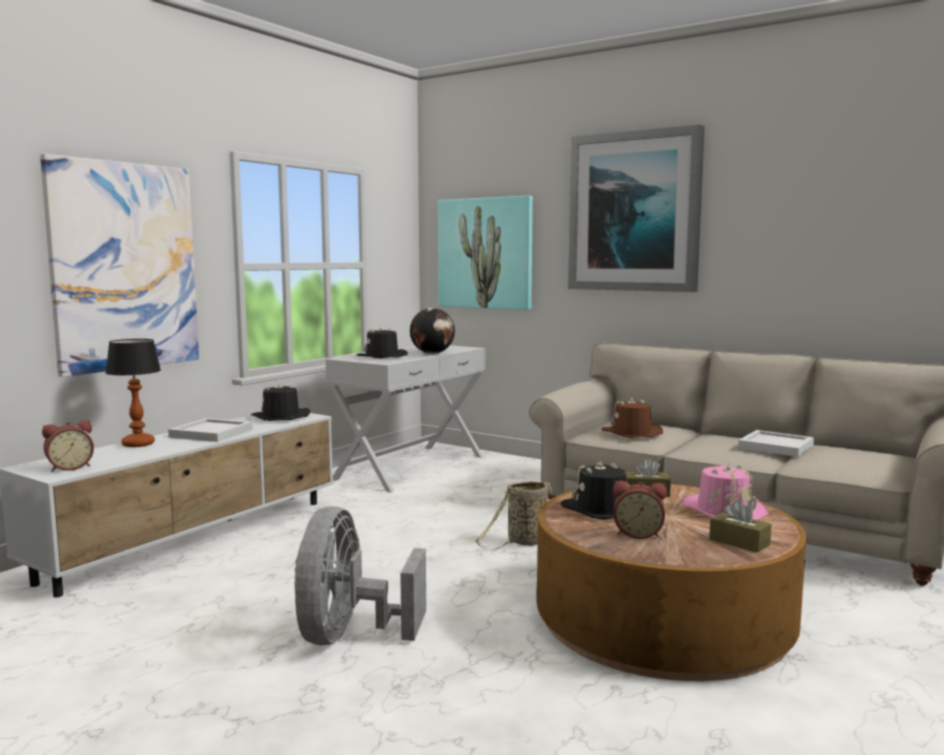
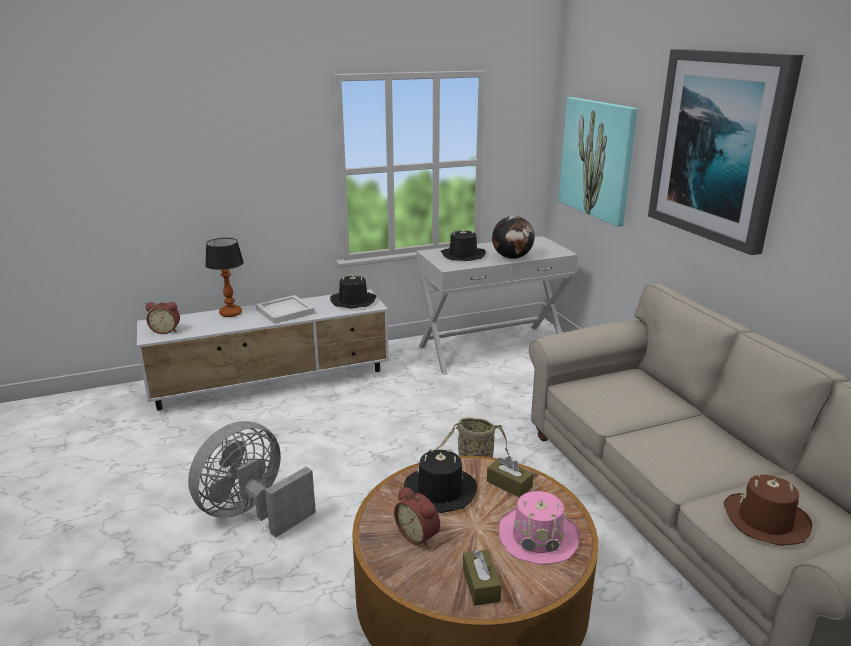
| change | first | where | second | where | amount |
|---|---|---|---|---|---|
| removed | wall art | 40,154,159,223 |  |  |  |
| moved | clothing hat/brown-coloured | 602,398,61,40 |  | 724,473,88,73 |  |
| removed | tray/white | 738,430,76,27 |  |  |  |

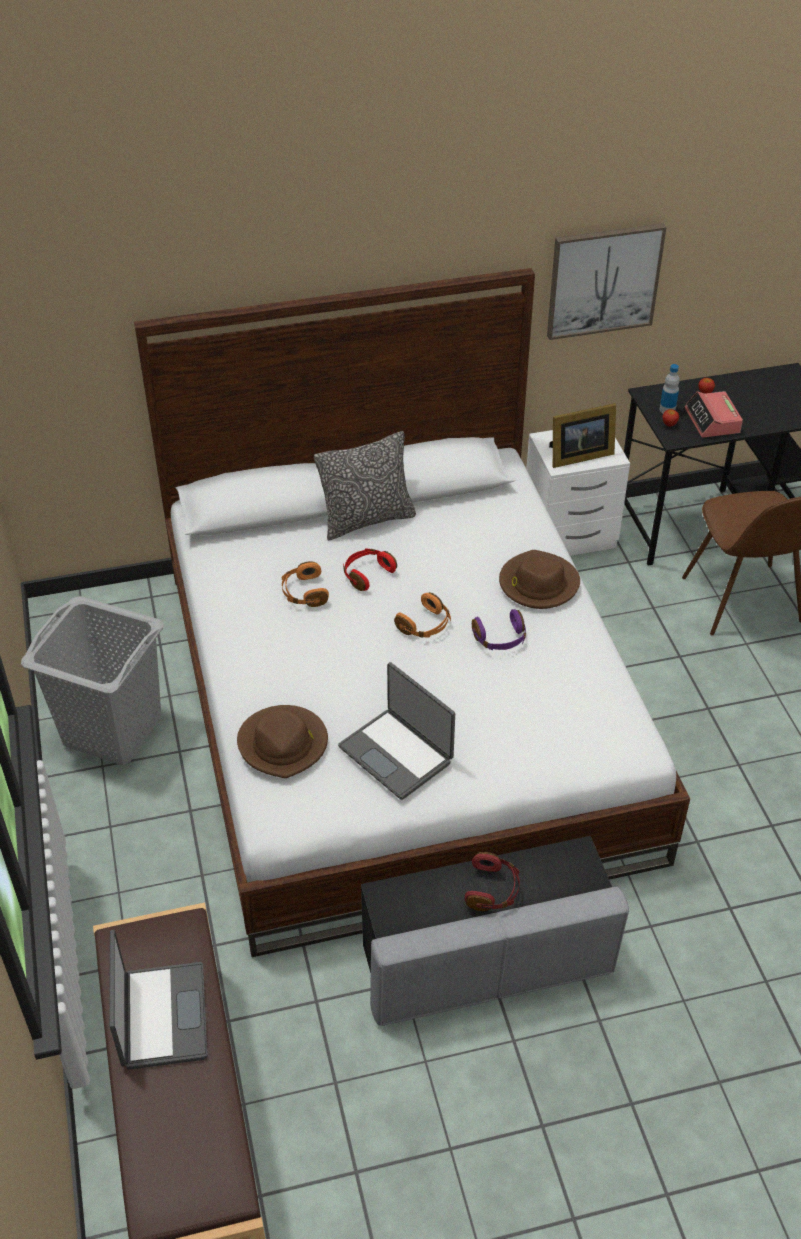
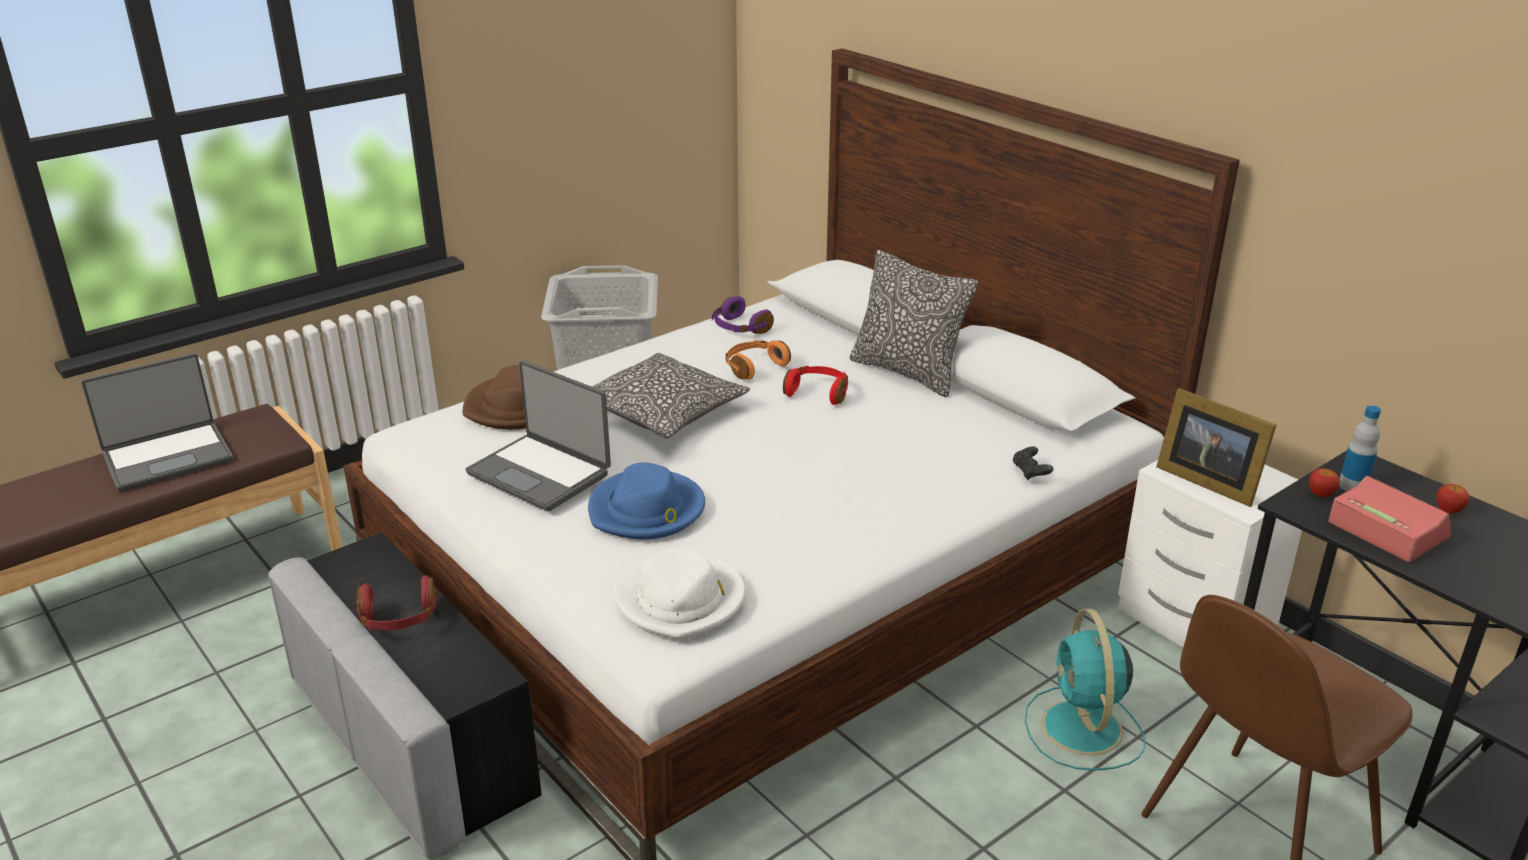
| change | first | where | second | where | amount |
|---|---|---|---|---|---|
| removed | wall art | 547,223,119,117 |  |  |  |
| turned | table clock | 685,391,58,47 |  | 1329,476,122,86 | 90 degrees clockwise |
| removed | clothing hat/brown-coloured | 499,550,81,59 |  |  |  |
| removed | headphones/orange-coloured | 394,592,57,45 |  |  |  |
| moved | headphones/purple-coloured | 472,609,54,41 |  | 712,296,62,38 |  |
| turned | portable computer | 338,662,117,138 |  | 465,360,146,152 | 75 degrees counterclockwise |
| added |  |  | throw pillow | 592,353,158,85 |  |
| added |  |  | game controller/black | 1013,446,40,34 |  |
| added |  |  | clothing hat/blue | 588,463,117,77 |  |
| added |  |  | clothing hat/white | 614,548,131,91 |  |
| added |  |  | fan/turquoise-coloured | 1025,609,120,162 |  |

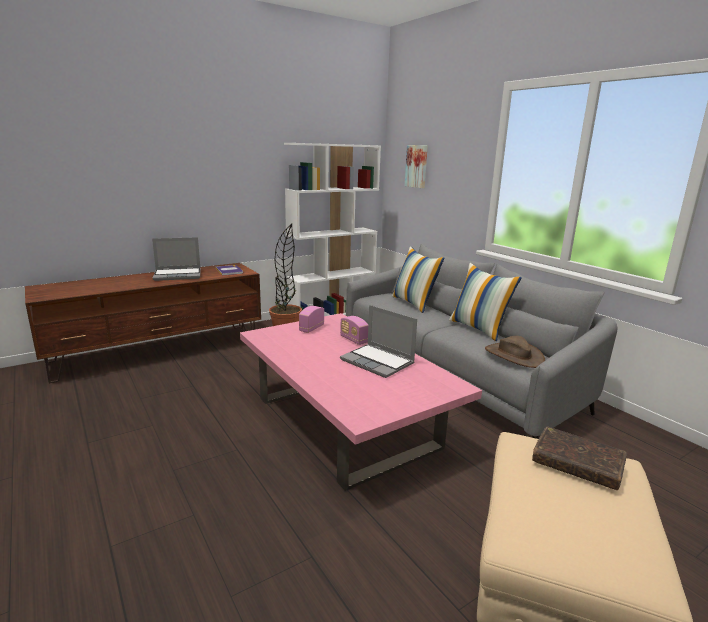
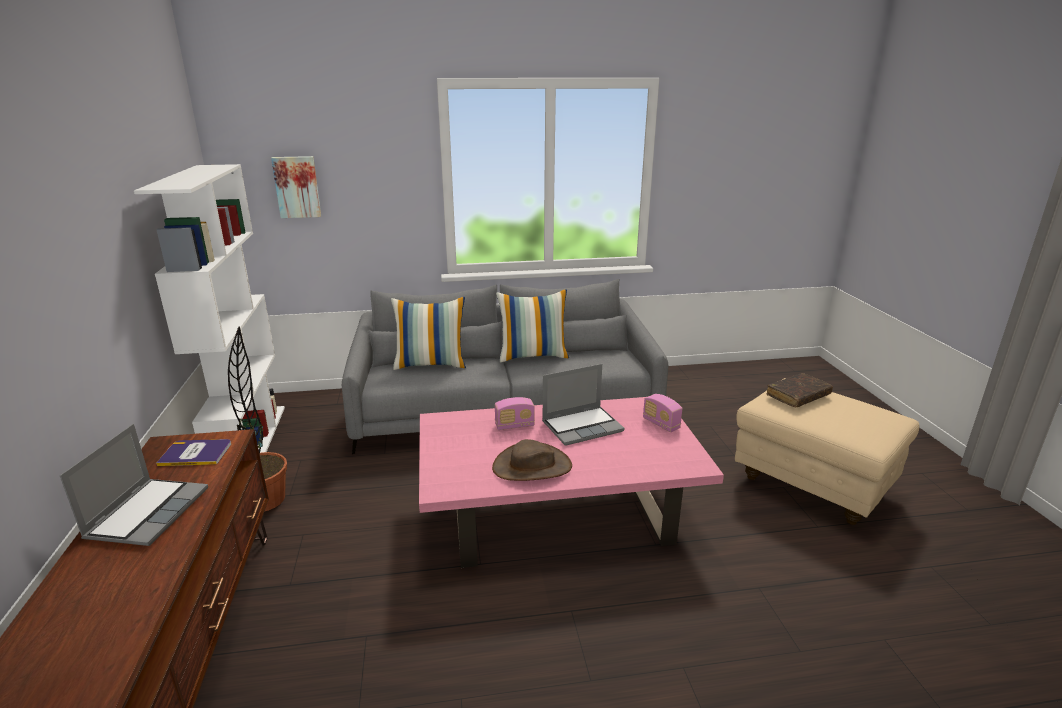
| change | first | where | second | where | amount |
|---|---|---|---|---|---|
| moved | radio set | 299,306,25,27 |  | 643,394,39,38 |  |
| moved | clothing hat/brown-coloured | 485,336,60,32 |  | 492,439,80,42 |  |

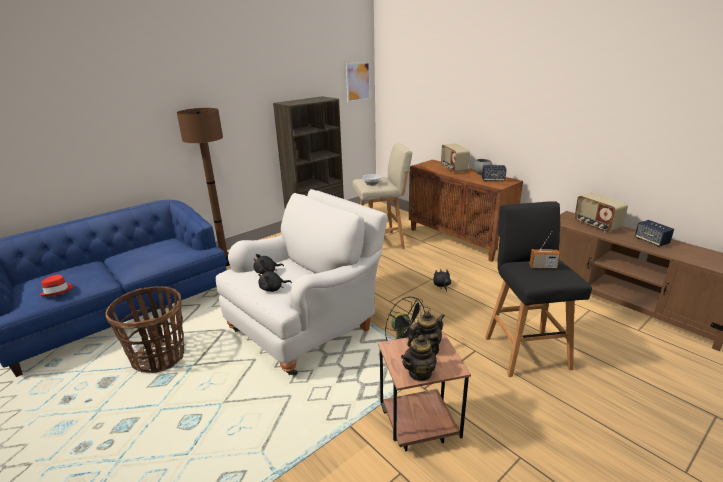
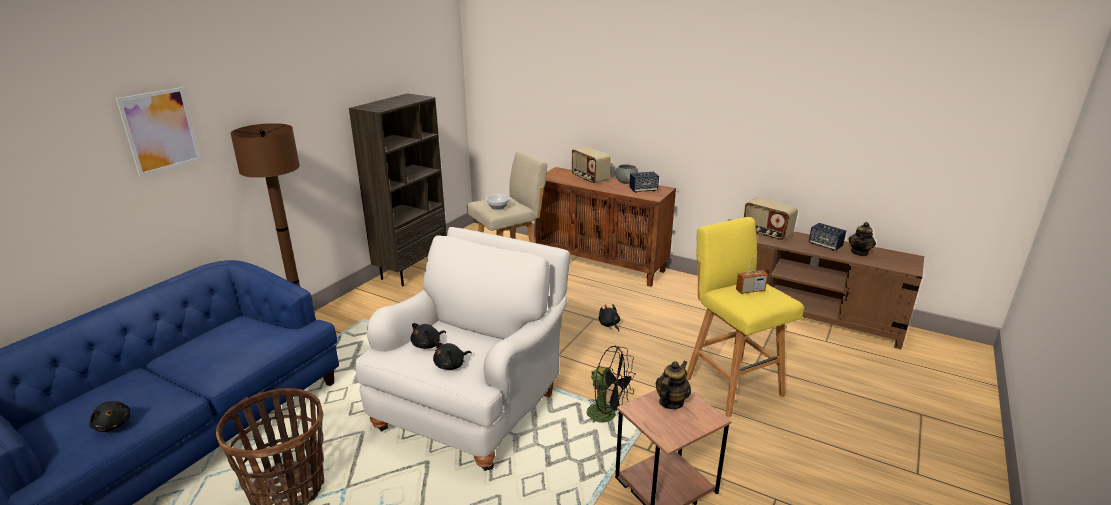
| change | first | where | second | where | amount |
|---|---|---|---|---|---|
| moved | wall art | 346,61,25,42 |  | 116,87,85,90 |  |
| recoloured | sitting stool/black | 485,201,107,176 | sitting stool/yellow | 686,217,118,200 |  |
| replaced | clothing hat/reddish | 40,275,33,22 | cuddly toy/black | 89,401,41,31 |  |
| moved | teapot | 401,334,38,48 |  | 849,222,27,34 |  |

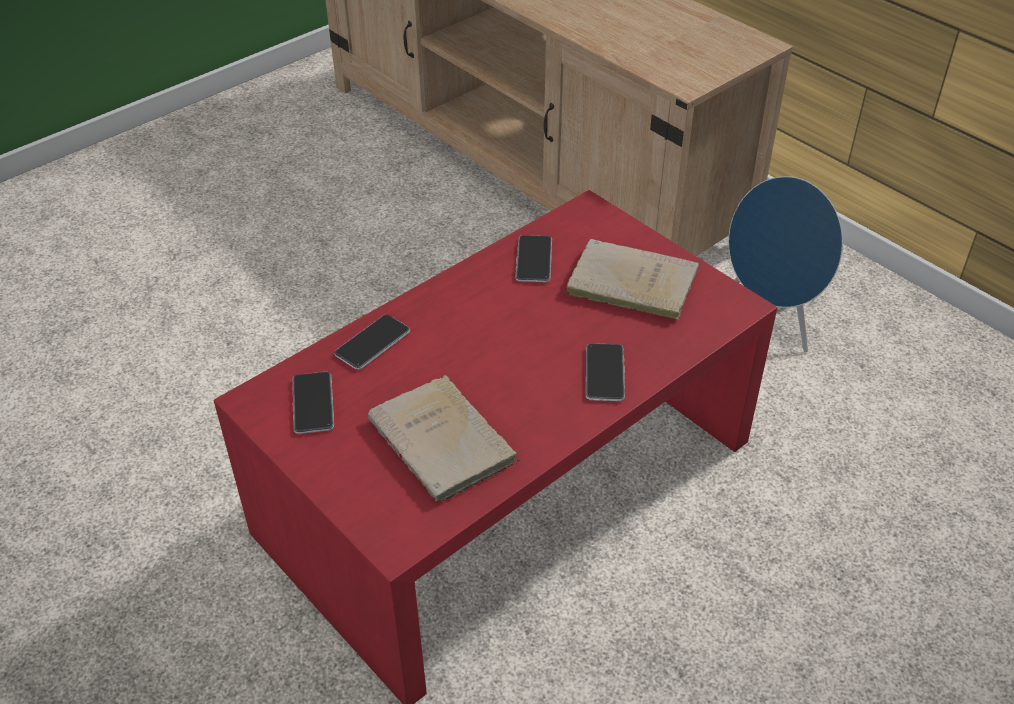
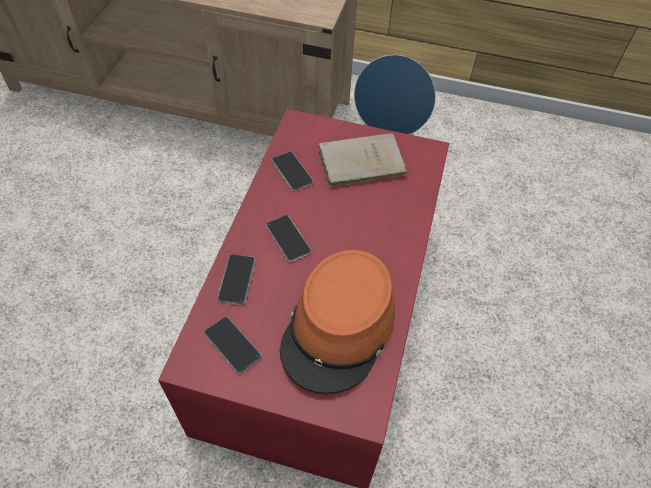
| change | first | where | second | where | amount |
|---|---|---|---|---|---|
| moved | phone | 586,343,39,58 |  | 266,215,45,47 |  |
| replaced | bound book/beige-coloured | 368,375,152,127 | clothing hat/orange-coloured | 280,250,115,144 |  |

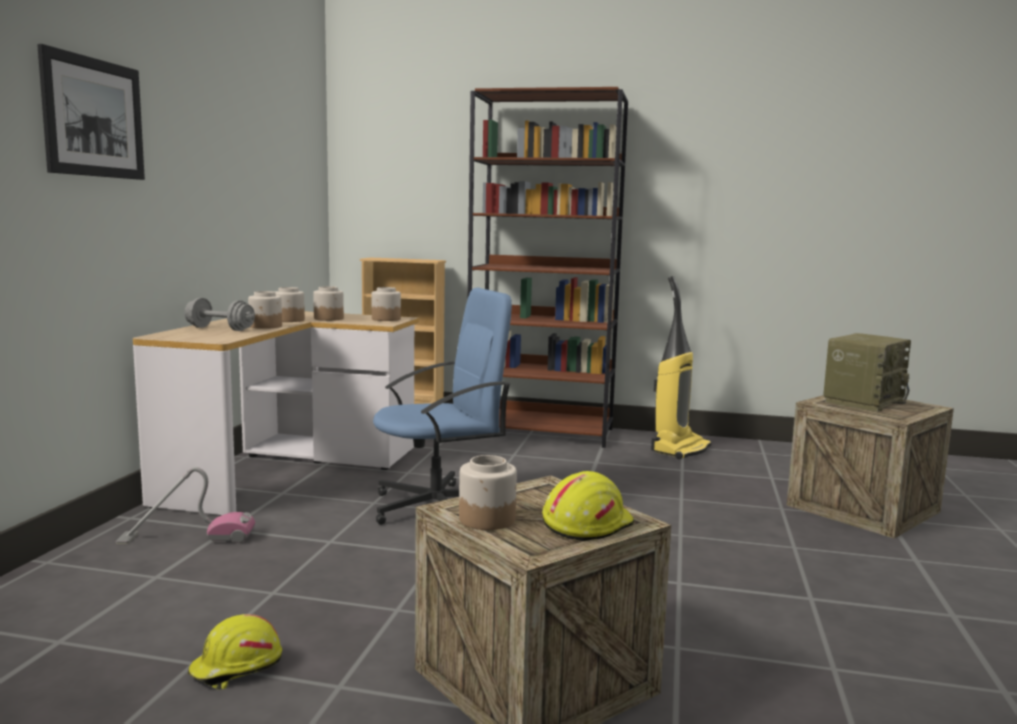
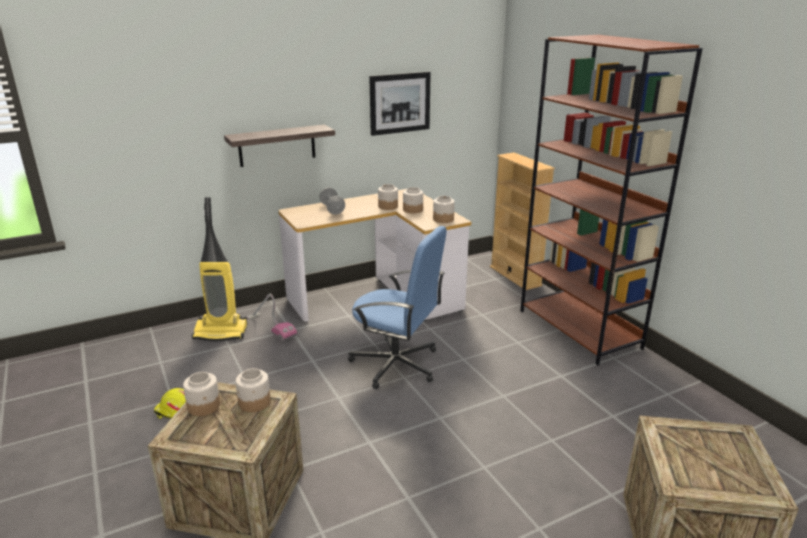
| change | first | where | second | where | amount |
|---|---|---|---|---|---|
| moved | wall art | 37,44,108,136 |  | 369,72,62,64 |  |
| moved | hoover | 651,276,60,183 |  | 192,197,55,144 |  |
| moved | storage jar | 248,291,34,38 |  | 235,368,36,44 |  |
| removed | radio set | 823,333,88,79 |  |  |  |
| removed | work helmet/yellow | 542,471,92,70 |  |  |  |
| added |  |  | bracket shelf | 224,125,111,42 |  |

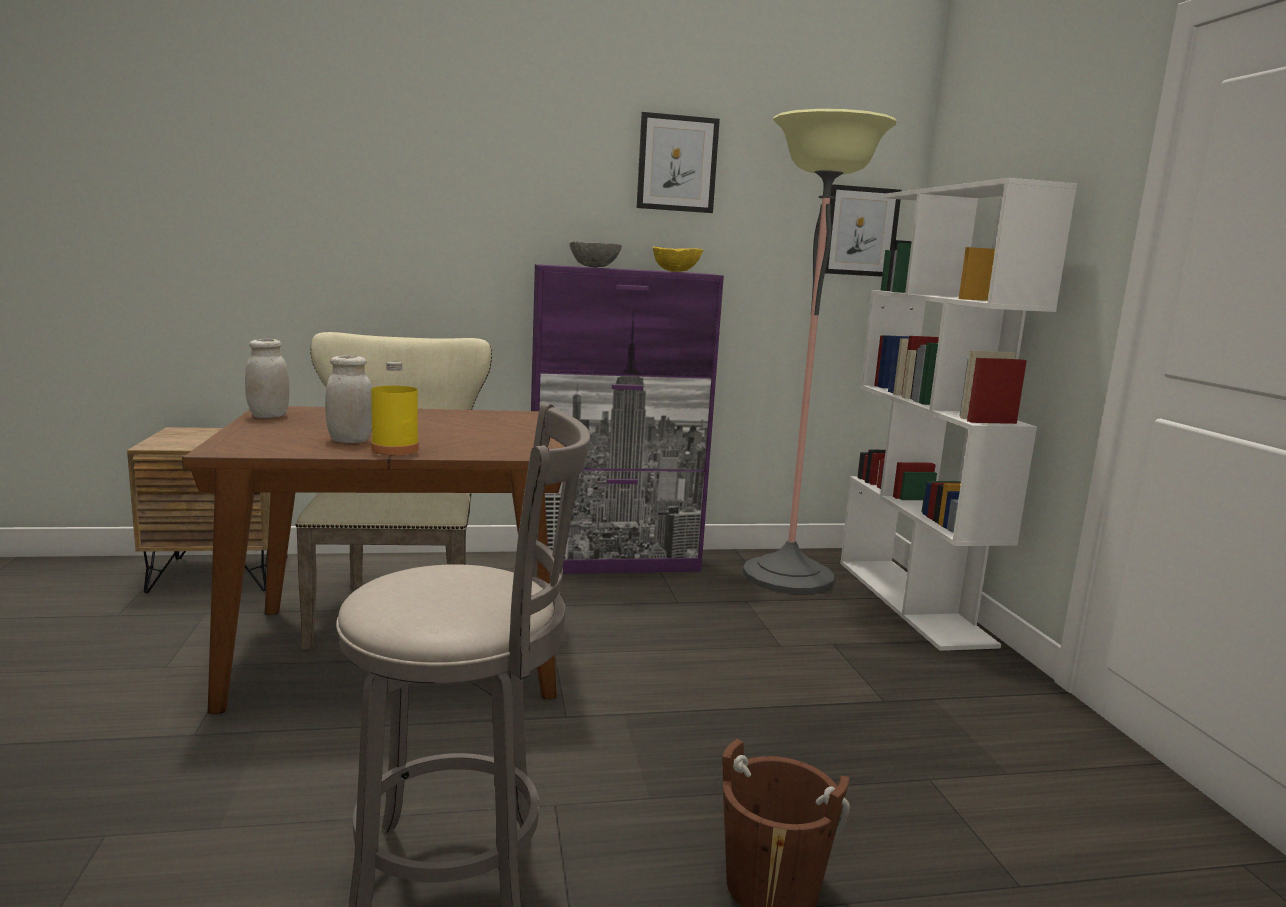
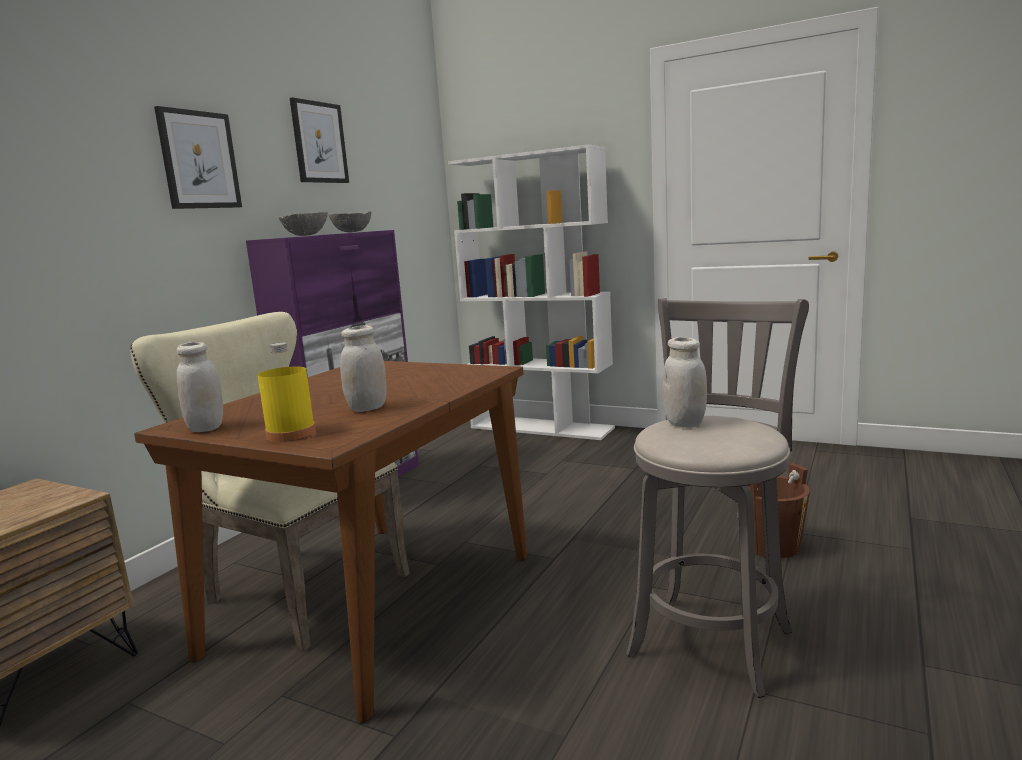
| change | first | where | second | where | amount |
|---|---|---|---|---|---|
| removed | floor lamp | 743,109,153,485 |  |  |  |
| moved | wall art | 825,184,77,93 |  | 154,106,88,103 |  |
| recoloured | deep dish/yellow | 653,246,50,26 | deep dish/grey | 329,211,43,21 |  |
| moved | bottle/yellow | 371,362,48,93 |  | 257,343,59,99 |  |
| added |  |  | storage jar/white | 663,337,44,90 |  |

